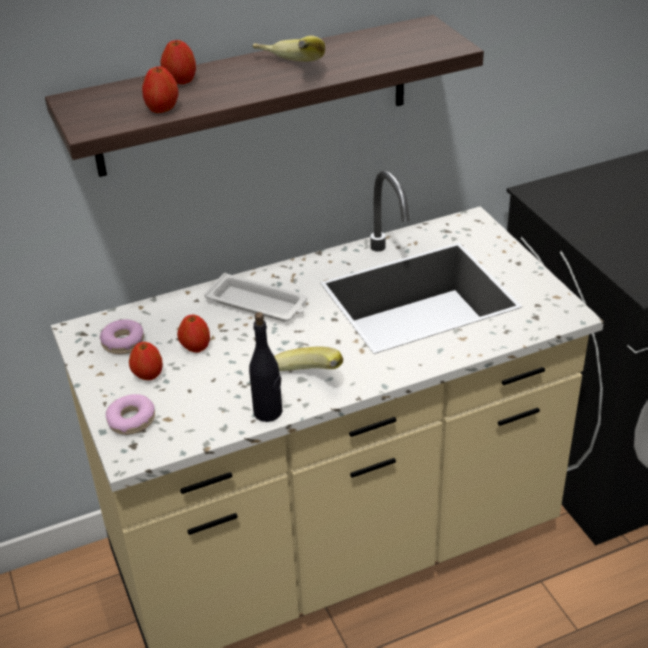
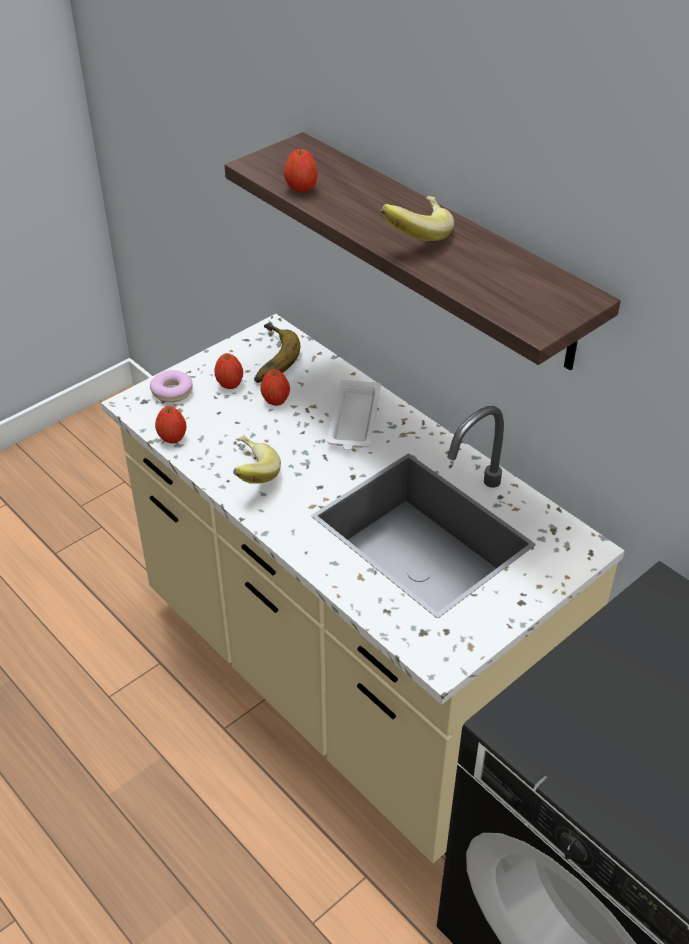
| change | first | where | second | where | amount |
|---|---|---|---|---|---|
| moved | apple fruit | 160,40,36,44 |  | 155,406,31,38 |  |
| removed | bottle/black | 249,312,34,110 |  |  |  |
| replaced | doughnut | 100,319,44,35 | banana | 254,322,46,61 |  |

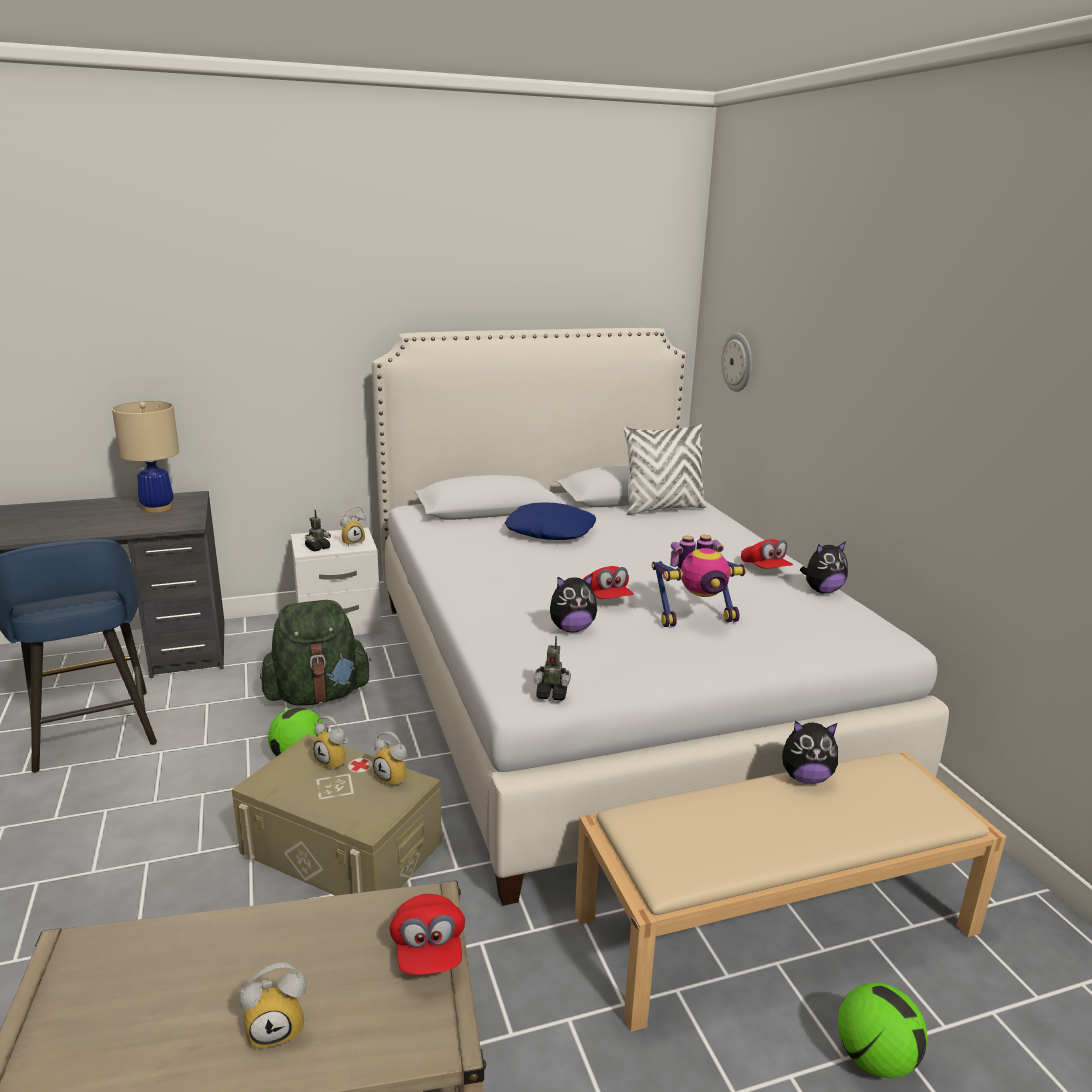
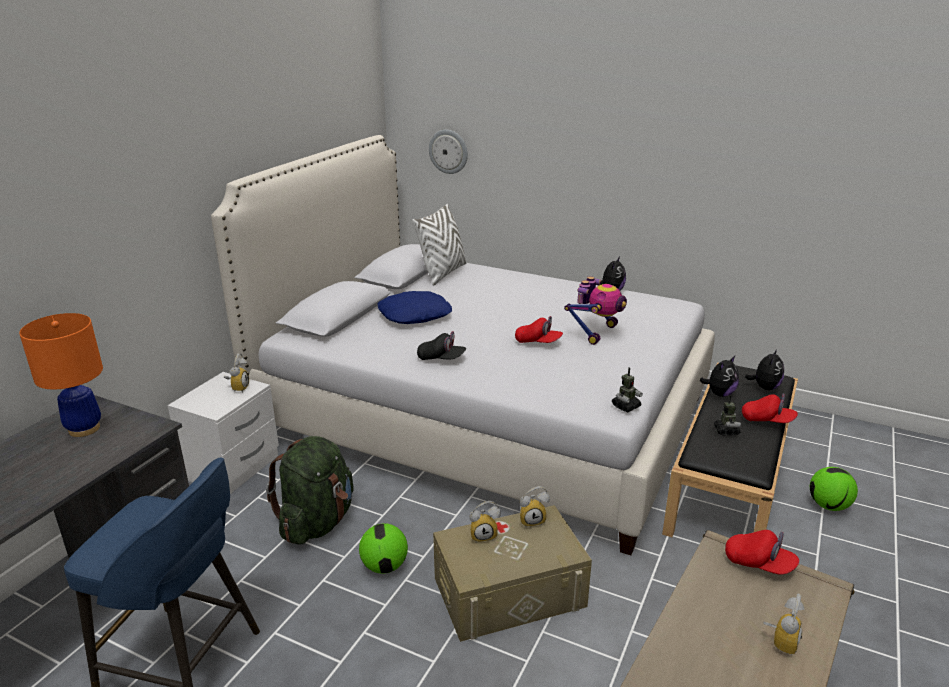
| change | first | where | second | where | amount |
|---|---|---|---|---|---|
| recoloured | table lamp/beige-coloured | 112,401,67,112 | table lamp/orange-coloured | 19,313,84,124 |  |
| moved | toy robot | 305,510,26,42 |  | 714,396,27,40 |  |
| moved | peaked cap/reddish | 741,539,52,30 |  | 742,393,56,30 |  |
| moved | cuddly toy | 550,574,47,59 |  | 745,348,39,42 |  |
| recoloured | indoor bench/beige-coloured | 575,752,431,280 | indoor bench/black | 662,362,136,175 |  |
| added |  |  | peaked cap/black | 417,331,49,29 |  |

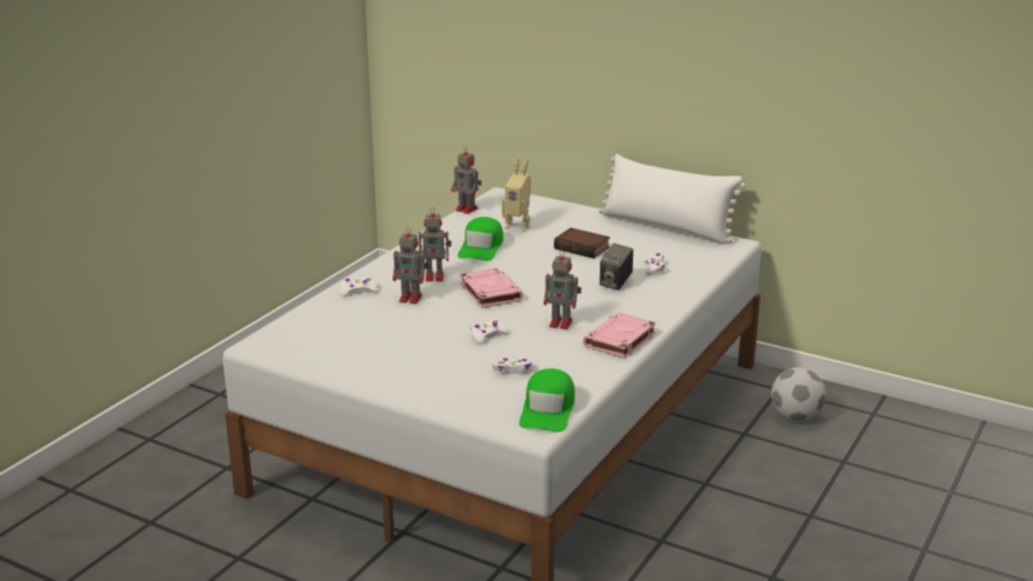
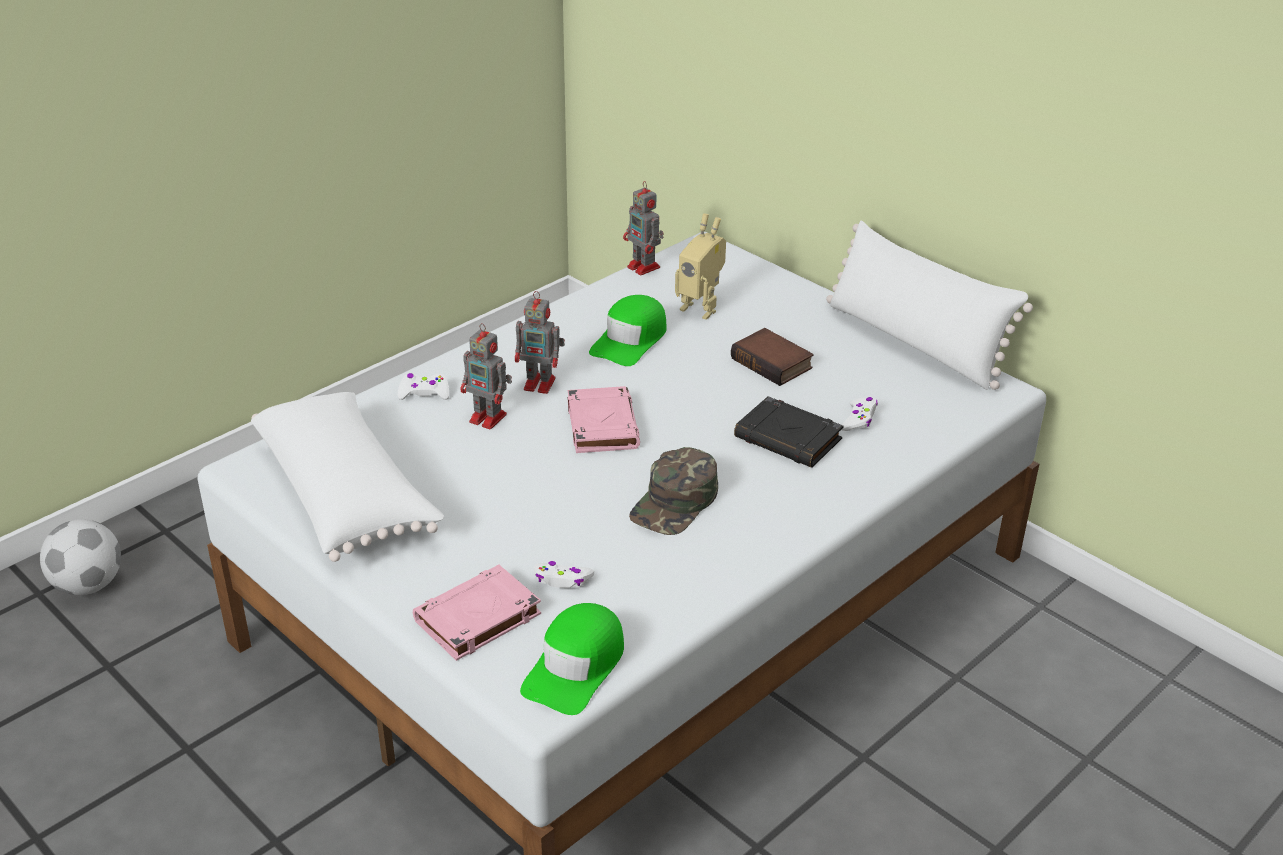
| change | first | where | second | where | amount |
|---|---|---|---|---|---|
| replaced | still camera | 600,243,33,47 | bound book/black | 734,396,110,72 |  |
| replaced | toy robot | 544,249,37,81 | peaked cap/green-coloured | 629,447,89,88 |  |
| moved | bound book/pink | 583,312,73,46 |  | 413,565,128,96 |  |
| removed | game controller/white | 470,319,39,25 |  |  |  |
| moved | ball for football | 771,368,55,53 |  | 40,519,81,76 |  |
| added |  |  | throw pillow/white | 251,392,193,170 |  |

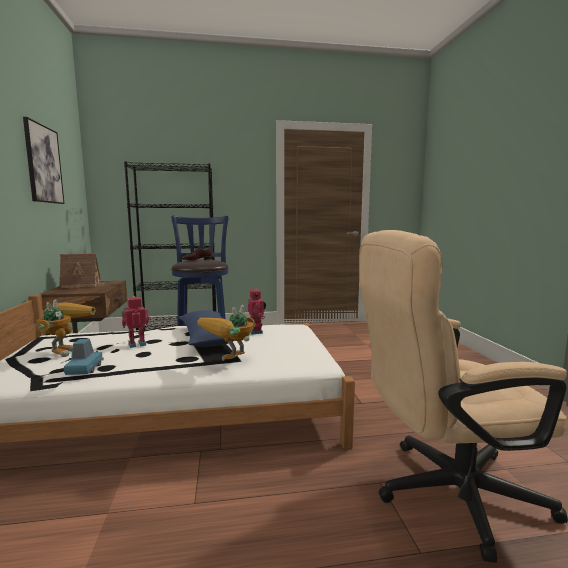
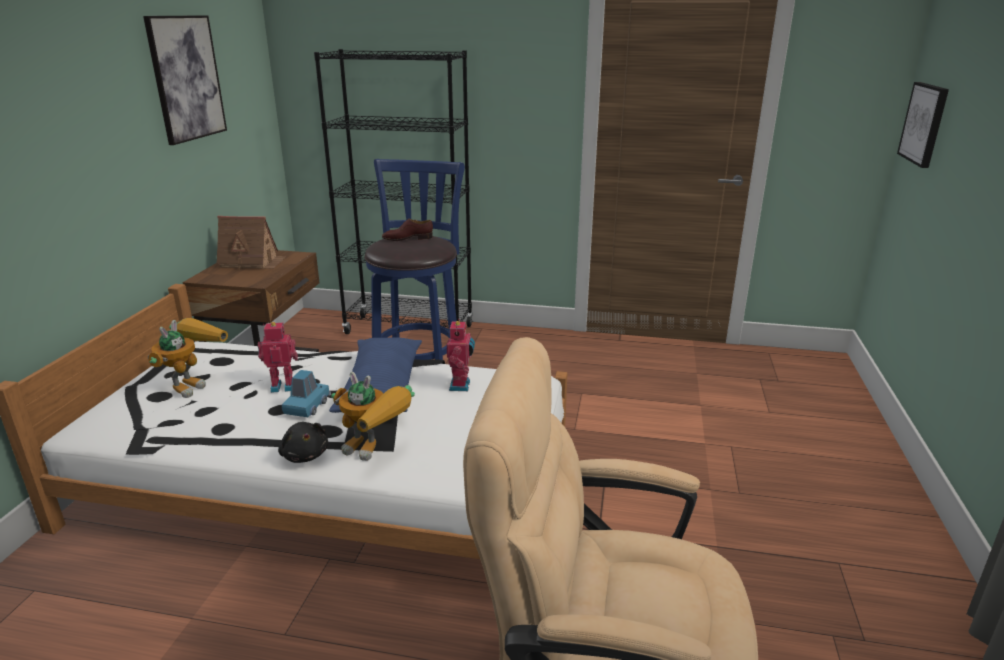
| change | first | where | second | where | amount |
|---|---|---|---|---|---|
| turned | toy robot | 197,305,59,56 |  | 331,372,84,89 | 120 degrees counterclockwise |
| moved | miniature car/blue | 64,339,40,36 |  | 282,370,49,47 |  |
| added |  |  | wall art | 897,82,52,86 |  |
| added |  |  | cuddly toy/black | 278,422,50,41 |  |

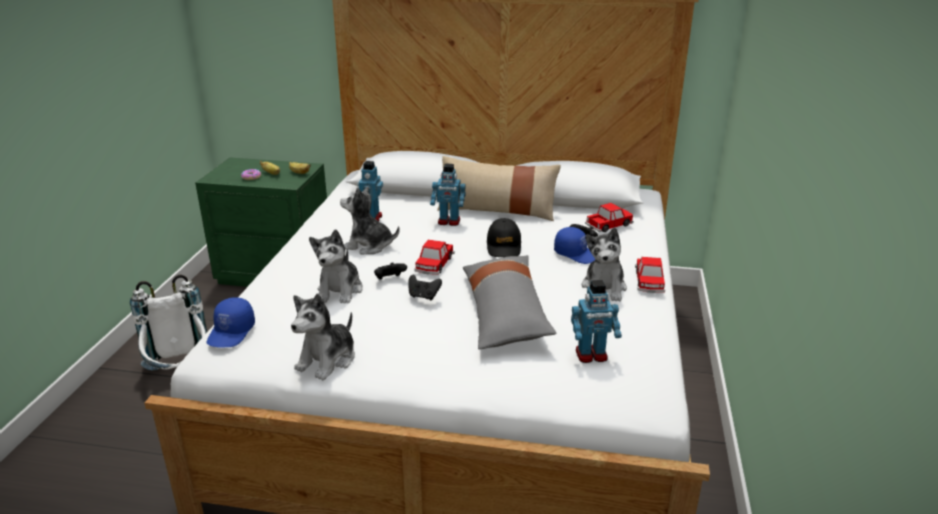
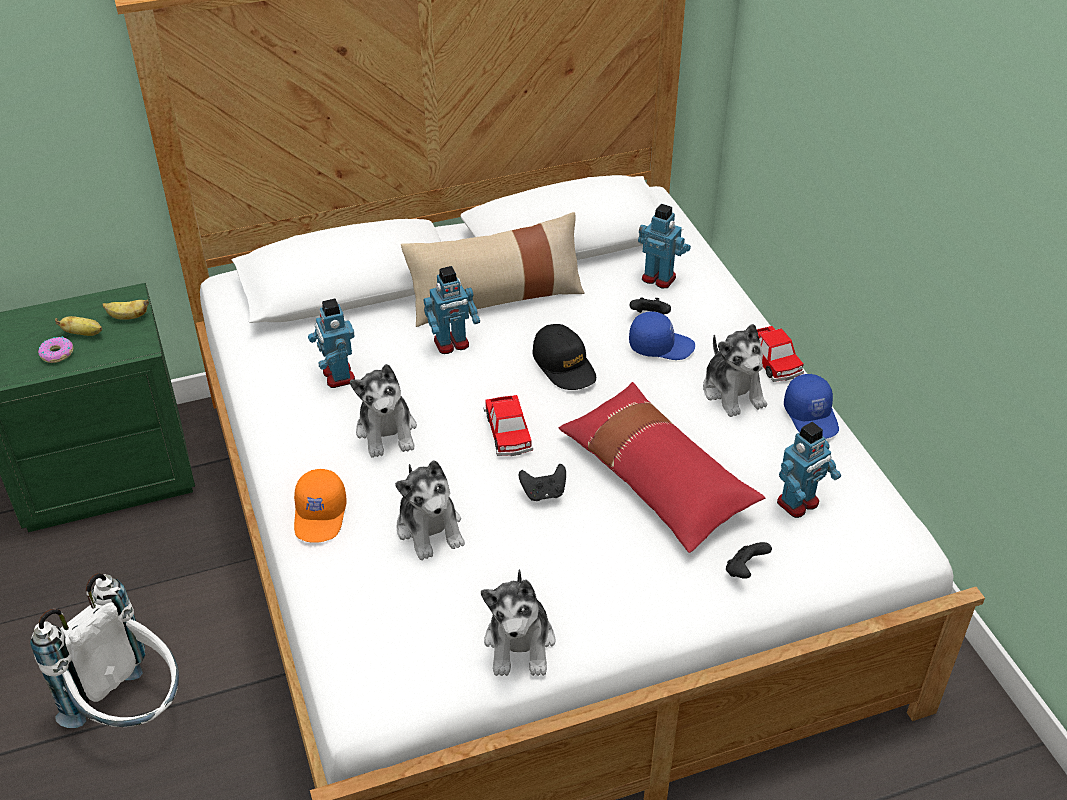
| change | first | where | second | where | amount |
|---|---|---|---|---|---|
| turned | cuddly toy | 340,187,60,67 |  | 350,364,67,94 | 90 degrees counterclockwise |
| replaced | miniature car | 585,203,48,29 | toy robot | 638,204,53,84 |  |
| recoloured | throw pillow/grey | 463,255,93,94 | throw pillow/reddish | 559,382,207,171 |  |
| moved | game controller/black | 374,262,33,18 |  | 726,542,46,37 |  |
| moved | peaked cap/blue | 207,297,48,50 |  | 784,374,55,65 |  |
| added |  |  | peaked cap/orange-coloured | 294,469,53,74 |  |

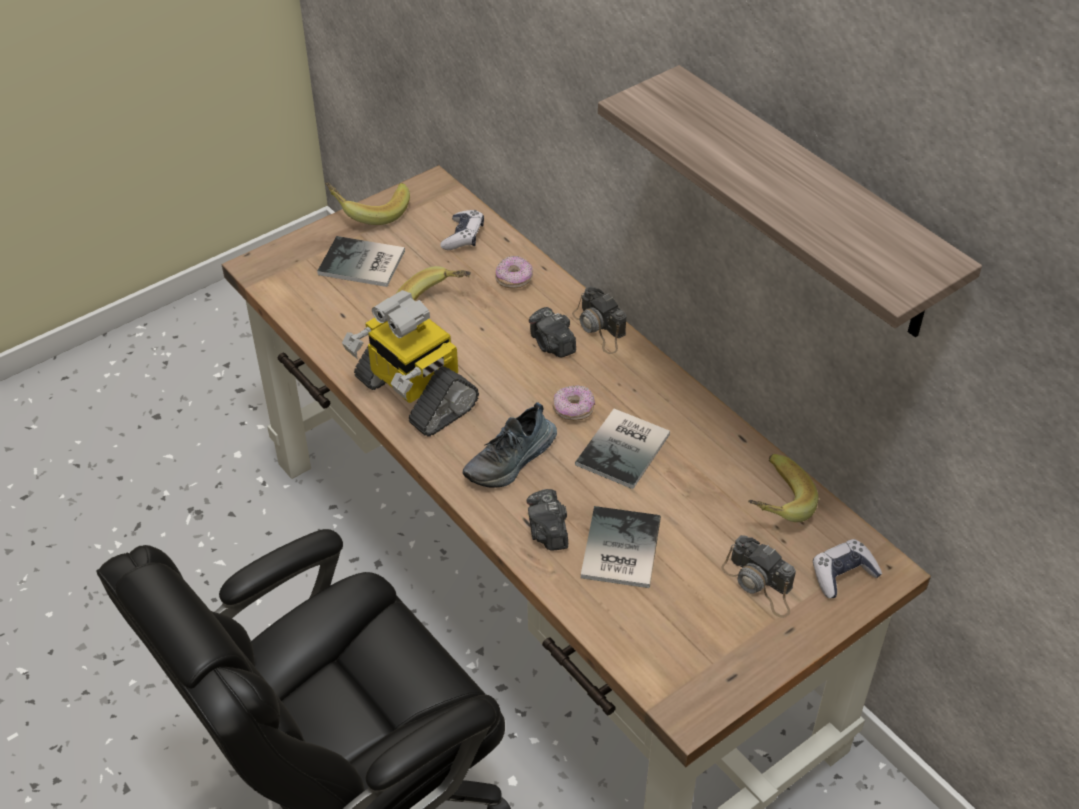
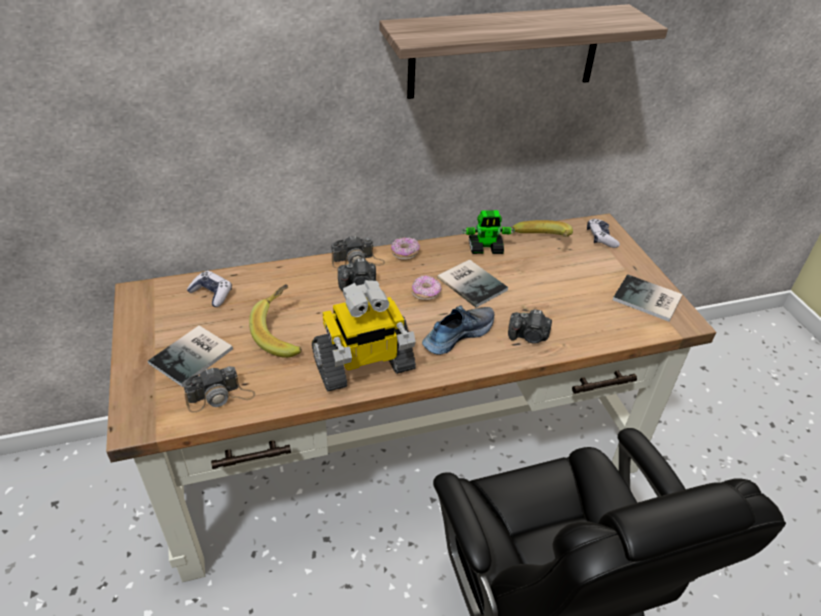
| change | first | where | second | where | amount |
|---|---|---|---|---|---|
| removed | banana | 325,182,85,43 |  |  |  |
| moved | doughnut | 495,256,38,33 |  | 391,237,29,24 |  |
| turned | low shoe | 463,402,94,86 |  | 422,306,72,49 | 105 degrees counterclockwise |
| moved | bound book | 581,506,80,82 |  | 613,274,70,48 |  |
| moved | still camera | 721,535,75,83 |  | 183,366,72,47 |  |
| added |  |  | toy robot | 462,210,53,44 |  |

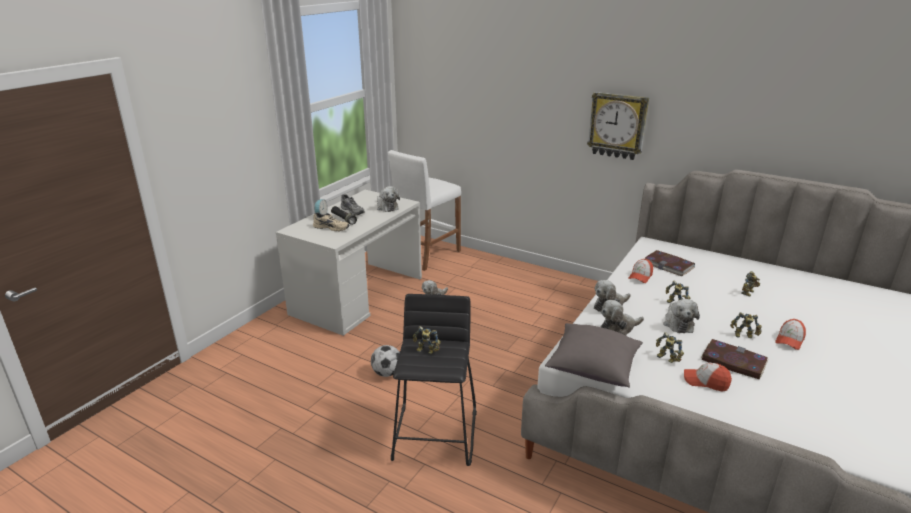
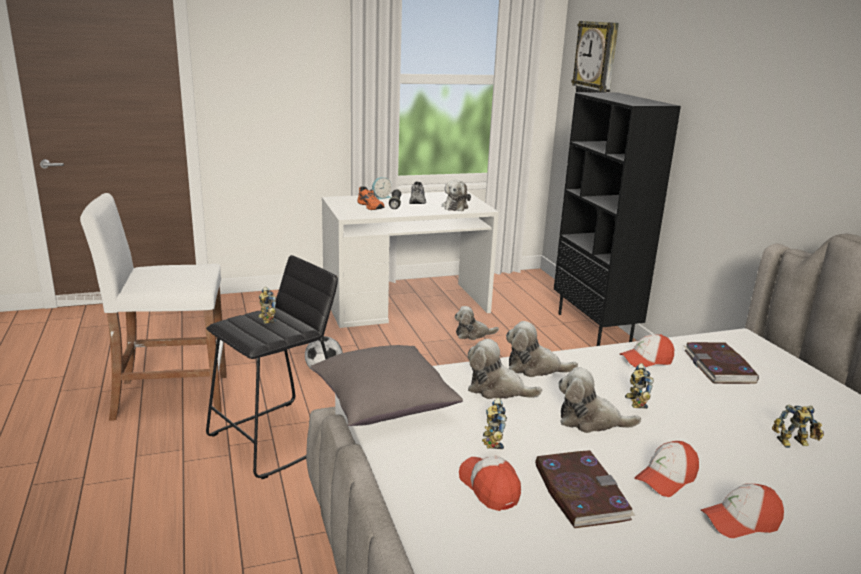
| change | first | where | second | where | amount |
|---|---|---|---|---|---|
| moved | hanging clock | 587,92,62,68 |  | 571,21,48,71 |  |
| moved | sitting stool/white | 388,150,73,121 |  | 80,193,147,228 |  |
| recoloured | low shoe/beige-coloured | 313,212,37,19 | low shoe/orange-coloured | 357,186,28,24 |  |
| turned | cuddly toy | 663,299,37,34 |  | 558,367,83,66 | 60 degrees clockwise |
| replaced | toy robot | 730,312,32,26 | peaked cap | 634,441,65,56 |  |
| added |  |  | bookshelf/black | 554,92,127,254 |  |

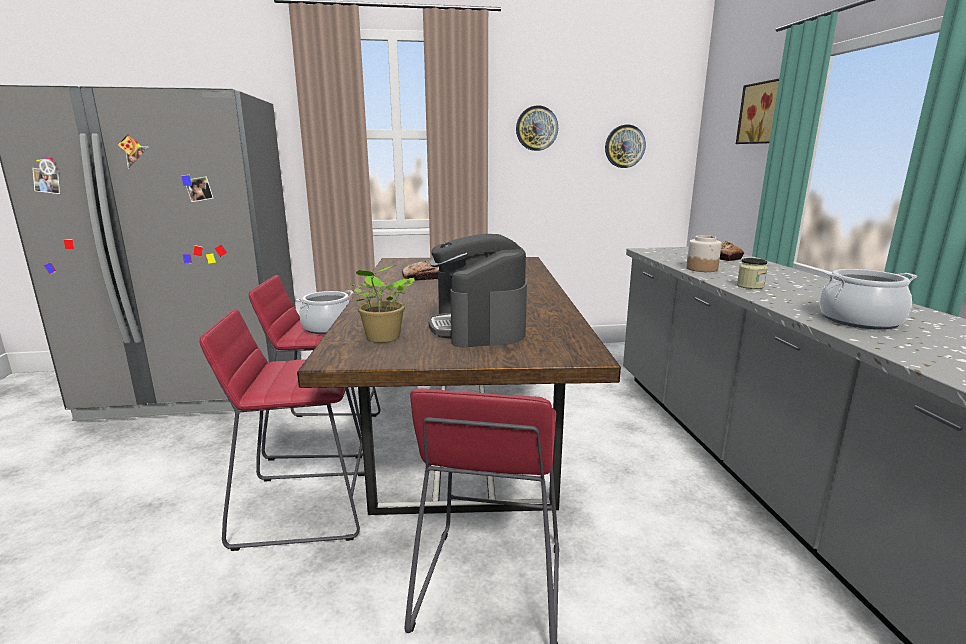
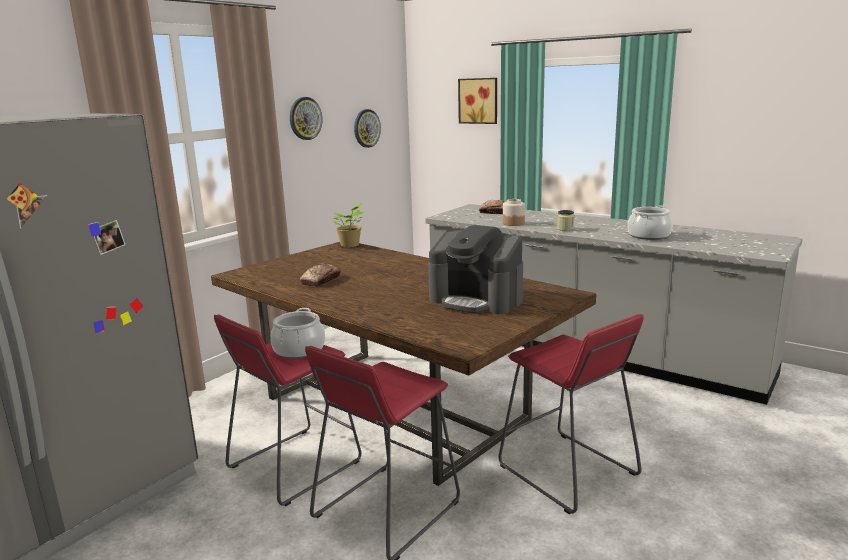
| change | first | where | second | where | amount |
|---|---|---|---|---|---|
| moved | plant in a pot | 349,266,66,77 |  | 332,203,32,44 |  |

